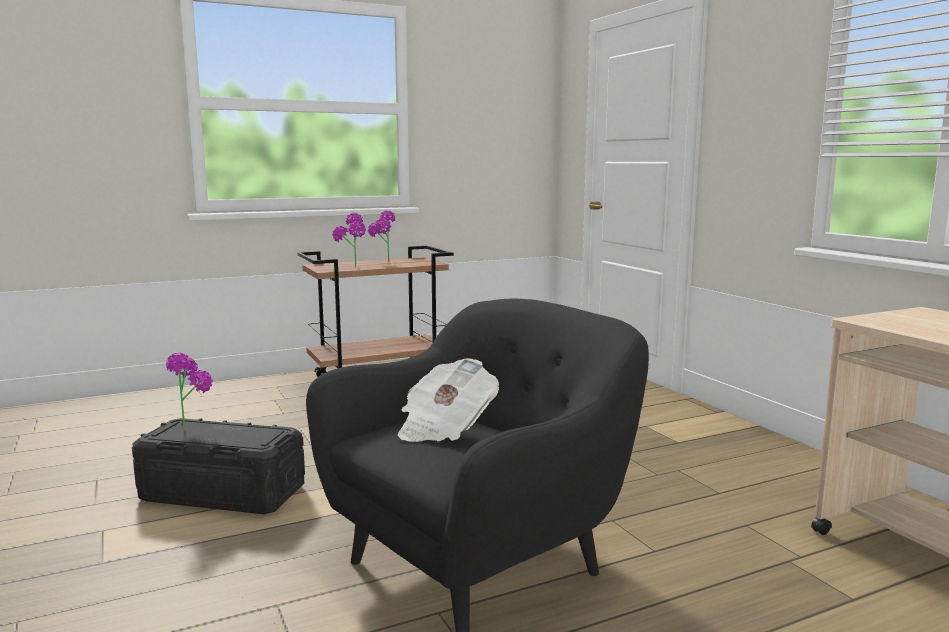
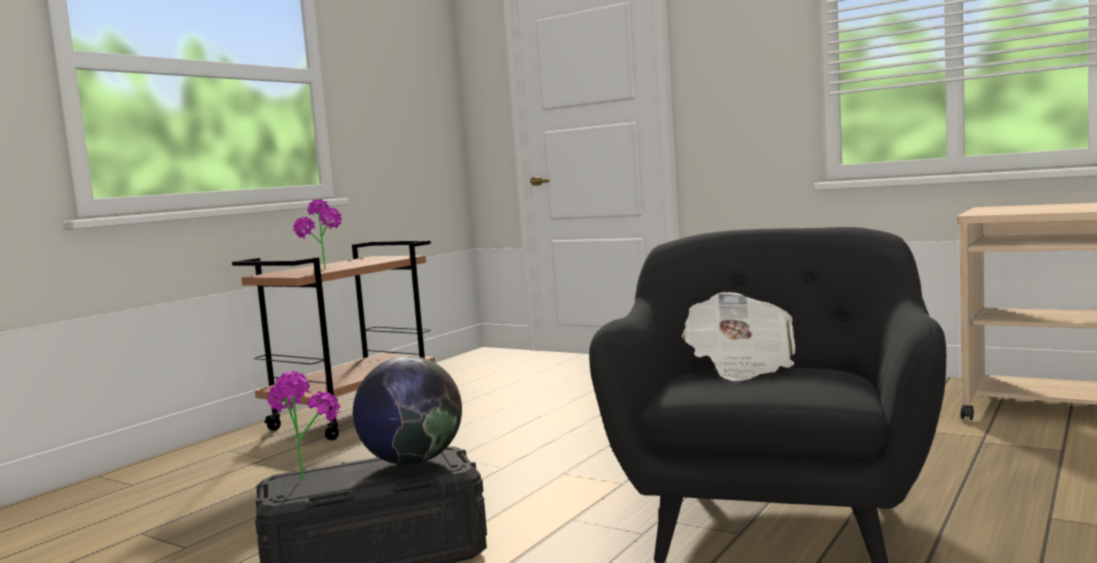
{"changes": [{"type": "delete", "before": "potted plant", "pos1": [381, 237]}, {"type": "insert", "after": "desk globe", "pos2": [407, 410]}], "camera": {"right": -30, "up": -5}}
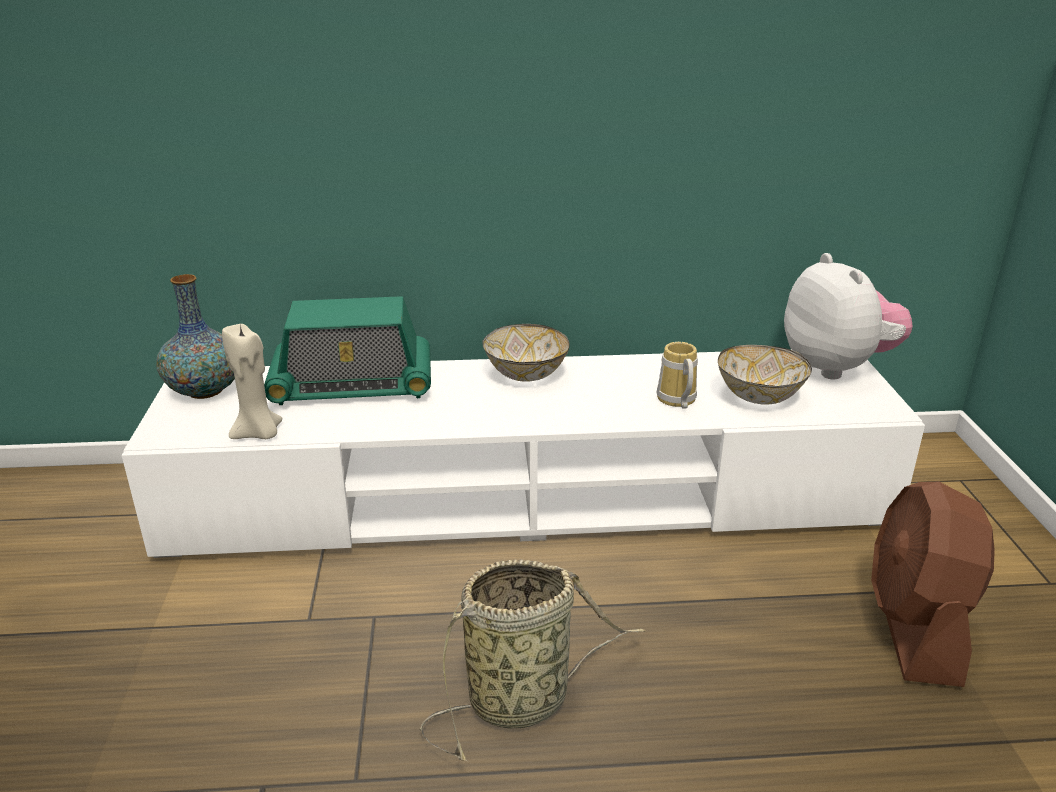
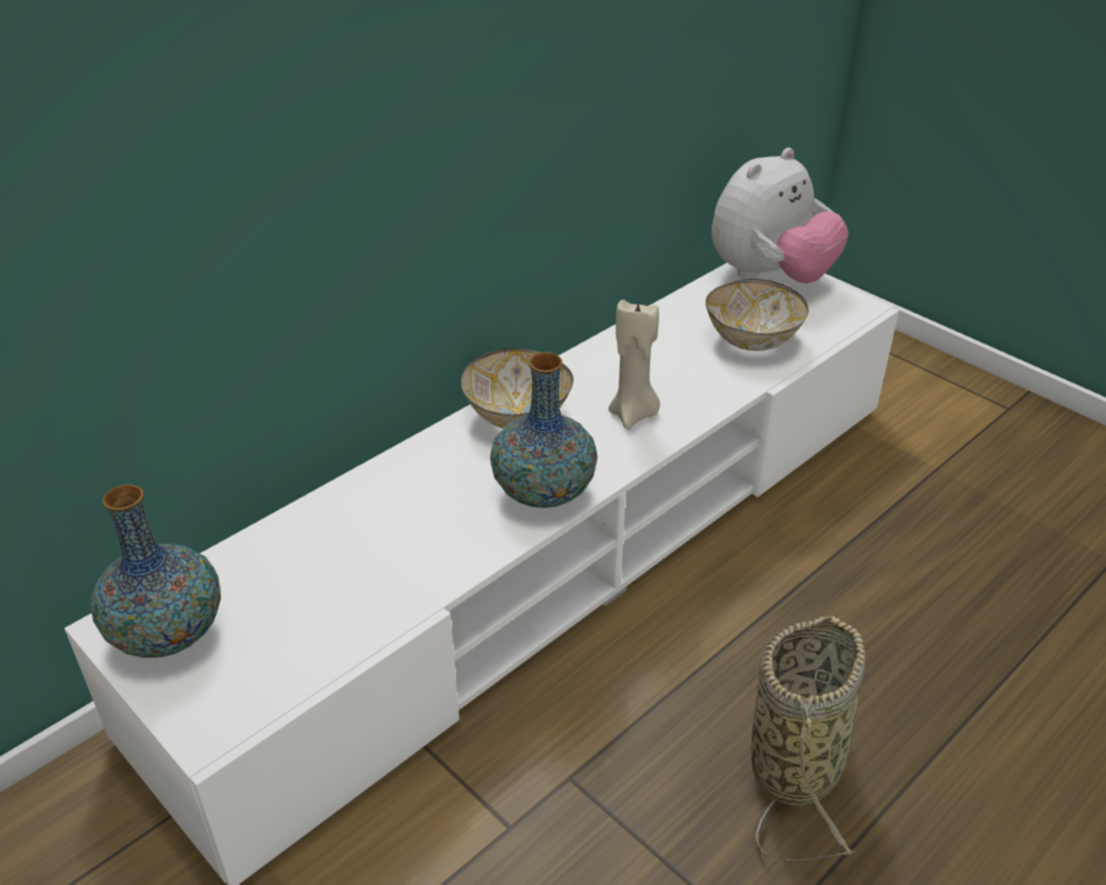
{"changes": [{"type": "move", "before": "wax light in beige", "pos1": [252, 381], "pos2": [634, 364]}, {"type": "delete", "before": "radio", "pos1": [347, 350]}, {"type": "delete", "before": "tea mug", "pos1": [677, 375]}, {"type": "rotate", "before": "soft toy", "pos1": [848, 316], "pos2": [780, 215], "turn": 105}, {"type": "delete", "before": "electric fan in brown-coloured", "pos1": [933, 584]}, {"type": "insert", "after": "vase", "pos2": [544, 430]}], "camera": {"right": -40, "up": 10}}
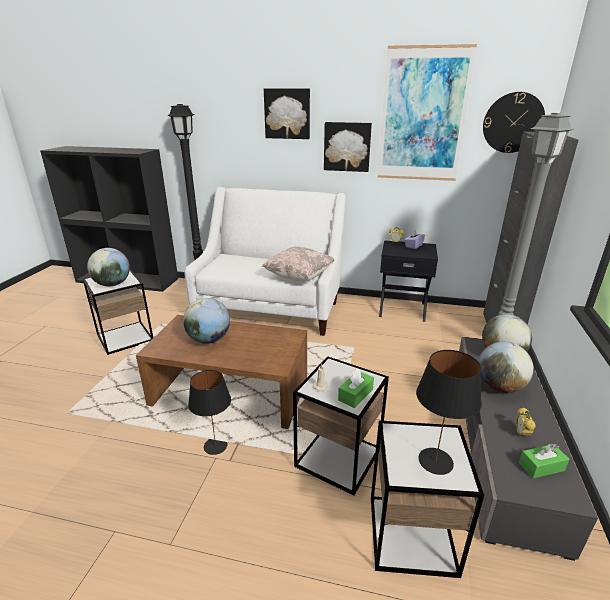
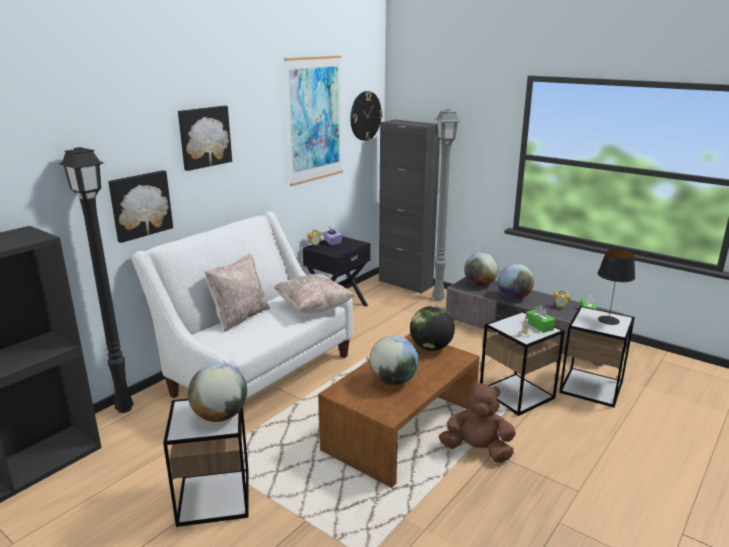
{"changes": [{"type": "replace", "before": "lamp for a table in blackish", "after": "soft toy in brown-coloured", "pos1": [209, 412], "pos2": [477, 421]}, {"type": "move", "before": "picture", "pos1": [348, 147], "pos2": [140, 206]}, {"type": "insert", "after": "pillow in beige", "pos2": [237, 292]}, {"type": "insert", "after": "desk globe", "pos2": [432, 328]}], "camera": {"right": -65, "up": -5}}
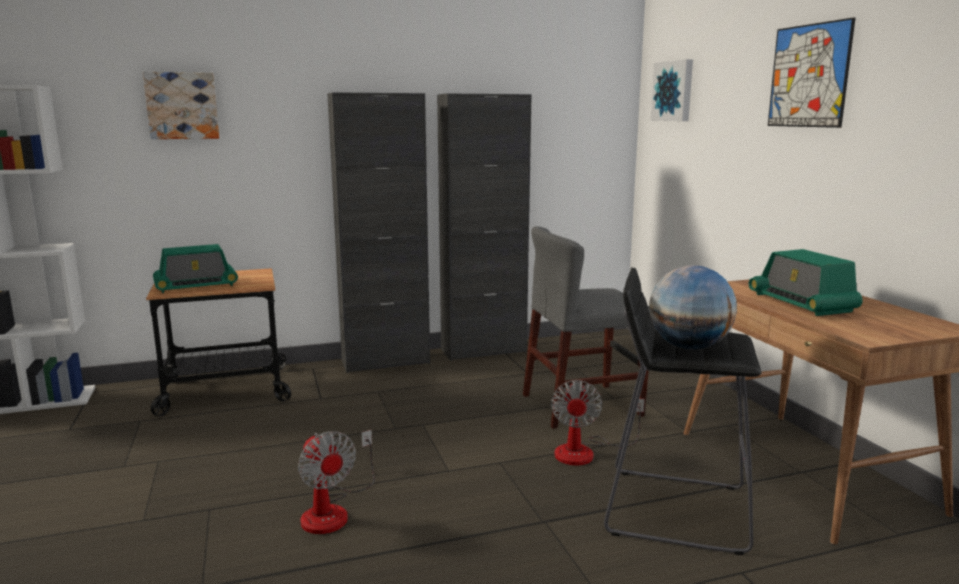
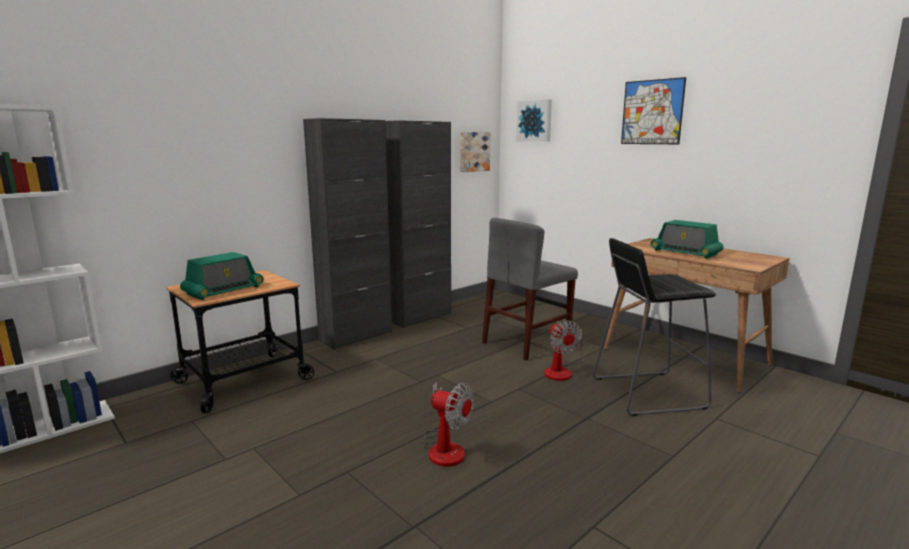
{"changes": [{"type": "move", "before": "picture", "pos1": [181, 105], "pos2": [475, 152]}, {"type": "delete", "before": "desk globe", "pos1": [693, 307]}], "camera": {"right": -25, "up": 0}}
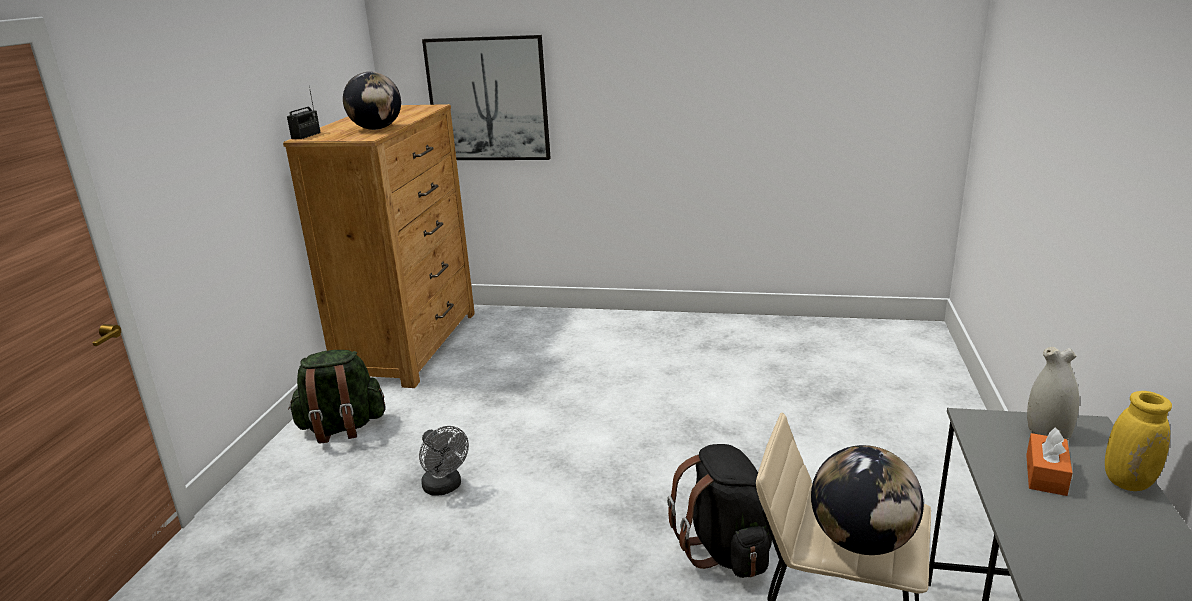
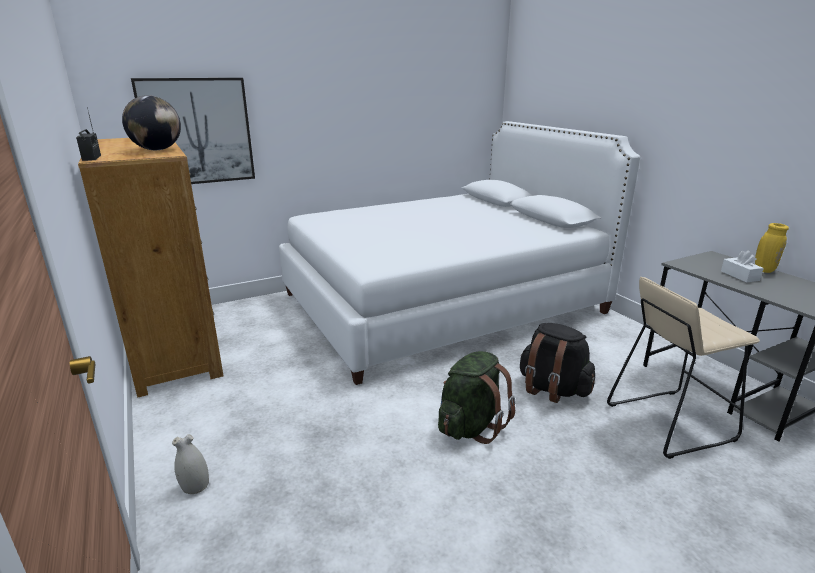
{"changes": [{"type": "move", "before": "knapsack in green-coloured", "pos1": [336, 397], "pos2": [476, 397]}, {"type": "delete", "before": "electric fan in greyish", "pos1": [444, 461]}, {"type": "delete", "before": "desk globe", "pos1": [867, 500]}, {"type": "recolor", "before": "box of tissues in orange-coloured", "after": "box of tissues in whitish", "pos1": [1049, 462], "pos2": [742, 266]}, {"type": "move", "before": "vase in whitish", "pos1": [1053, 393], "pos2": [190, 464]}, {"type": "insert", "after": "bed in whitish", "pos2": [460, 253]}], "camera": {"right": -40, "up": 0}}
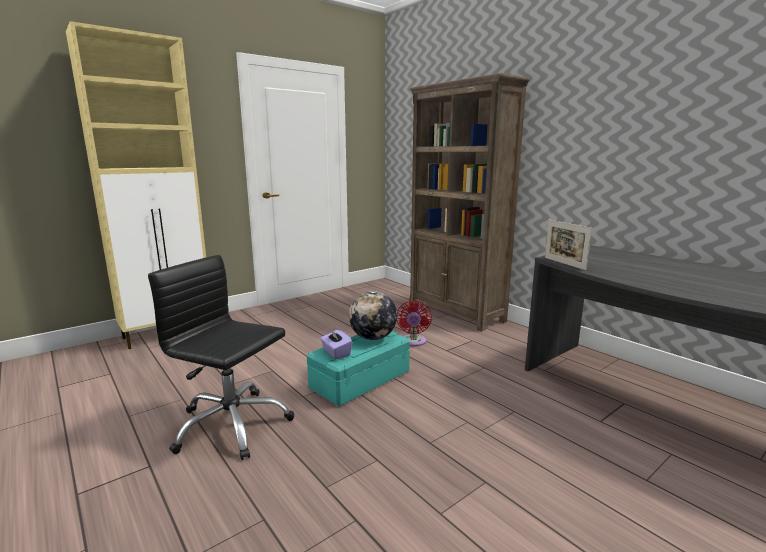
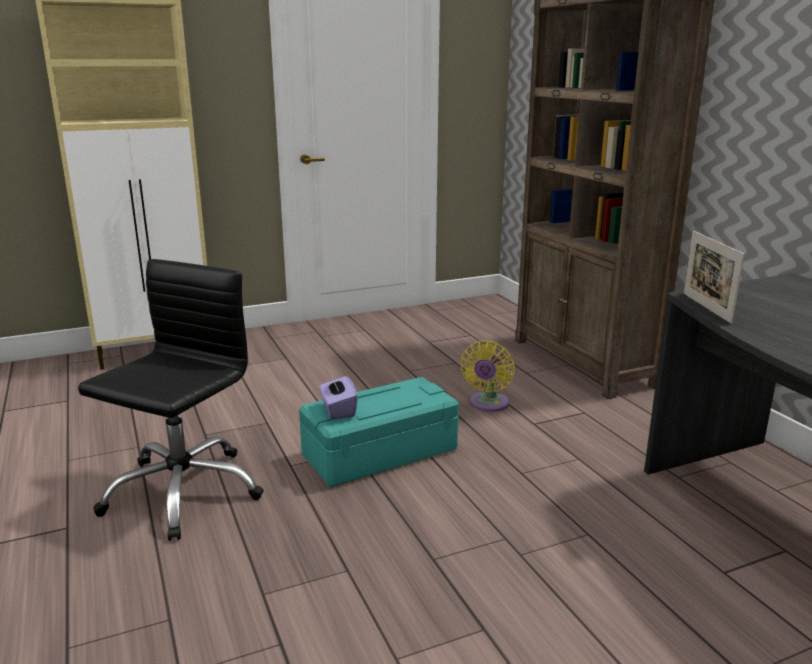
{"changes": [{"type": "rotate", "before": "desk chair in blackish", "pos1": [221, 357], "pos2": [171, 400], "turn": 75}, {"type": "delete", "before": "desk globe", "pos1": [373, 315]}, {"type": "recolor", "before": "electric fan in reddish", "after": "electric fan in yellow-coloured", "pos1": [414, 323], "pos2": [487, 376]}], "camera": {"right": 15, "up": 5}}
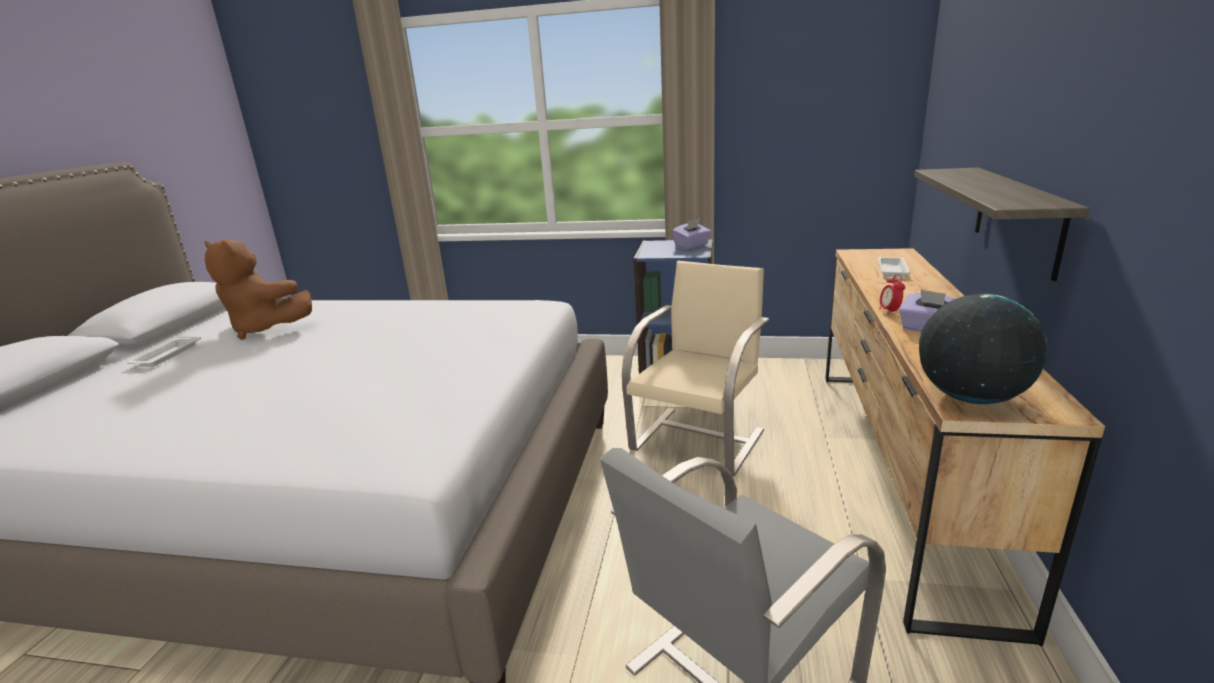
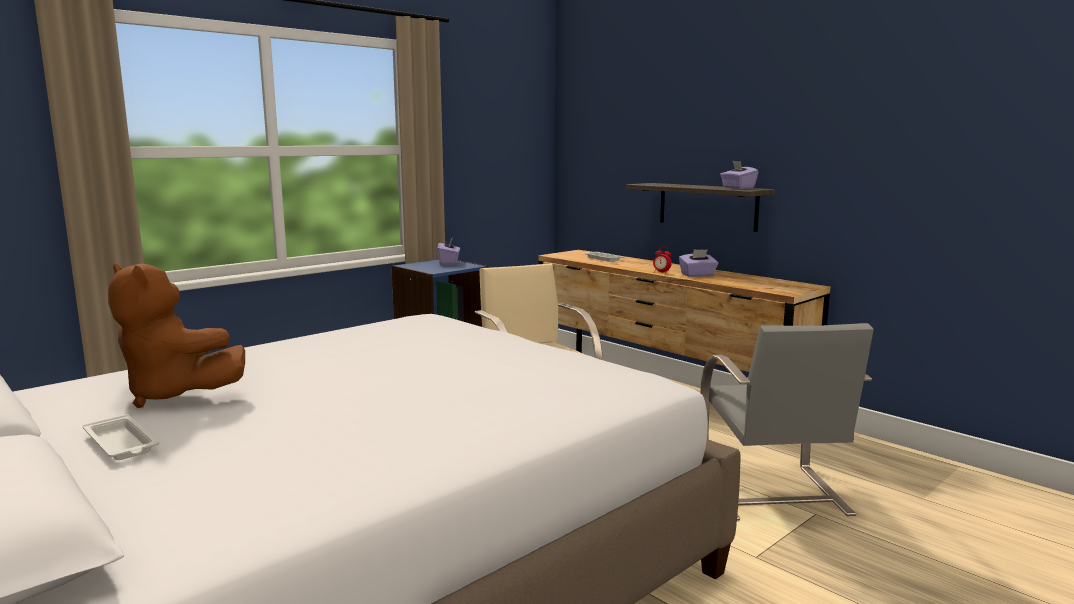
{"changes": [{"type": "rotate", "before": "soft toy in brown-coloured", "pos1": [258, 289], "pos2": [176, 336], "turn": 60}, {"type": "delete", "before": "desk globe", "pos1": [983, 349]}, {"type": "insert", "after": "box of tissues in purple-coloured", "pos2": [739, 174]}], "camera": {"right": -55, "up": -10}}
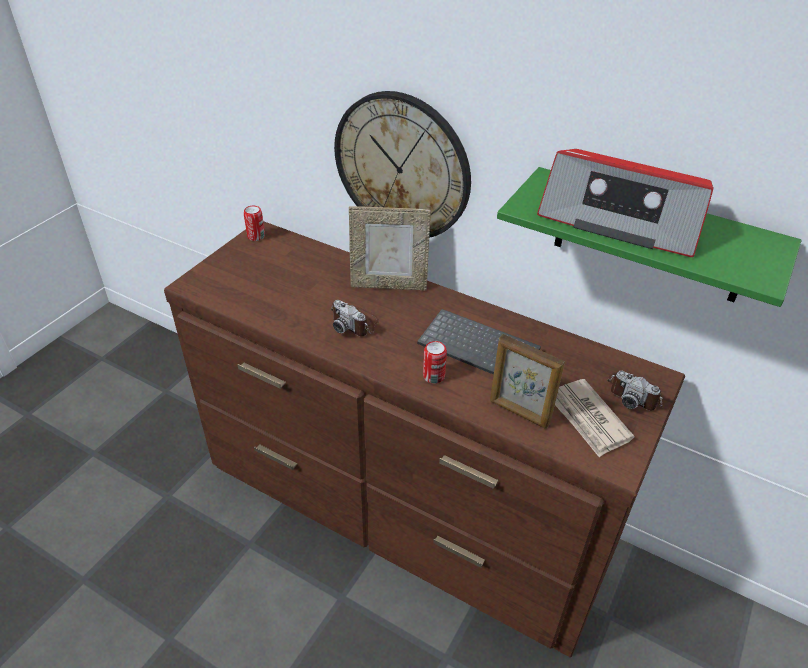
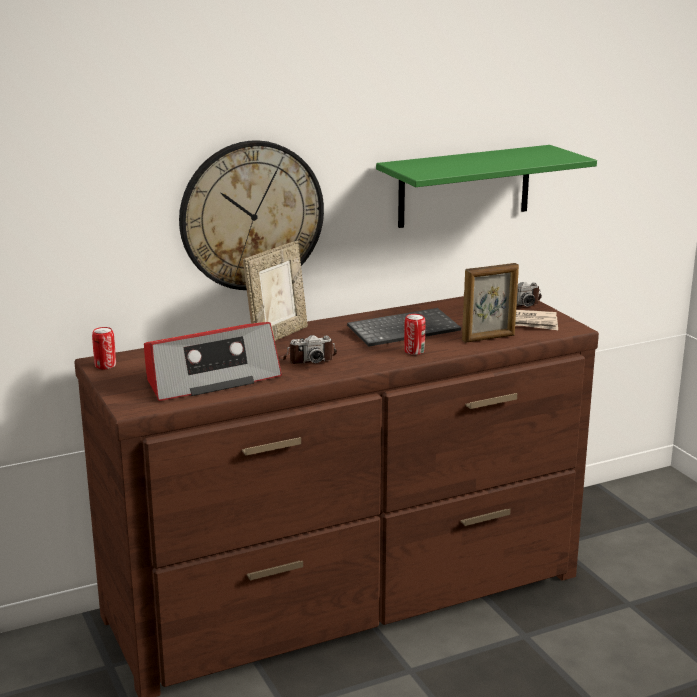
{"changes": [{"type": "move", "before": "radio", "pos1": [625, 203], "pos2": [213, 361]}], "camera": {"right": -55, "up": -20}}
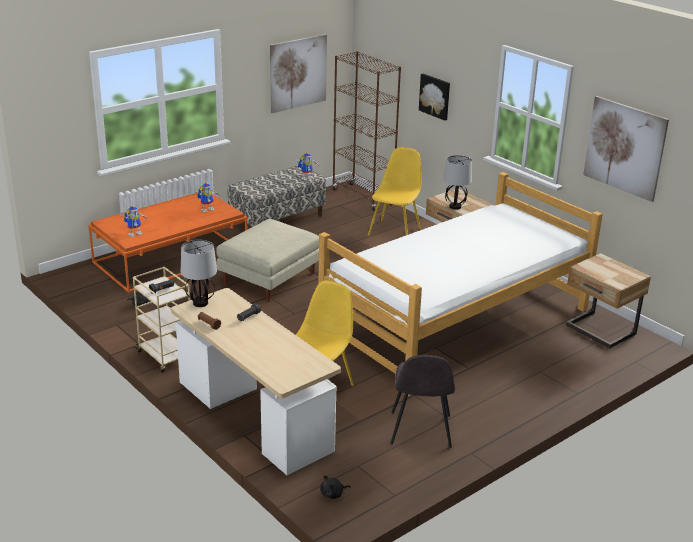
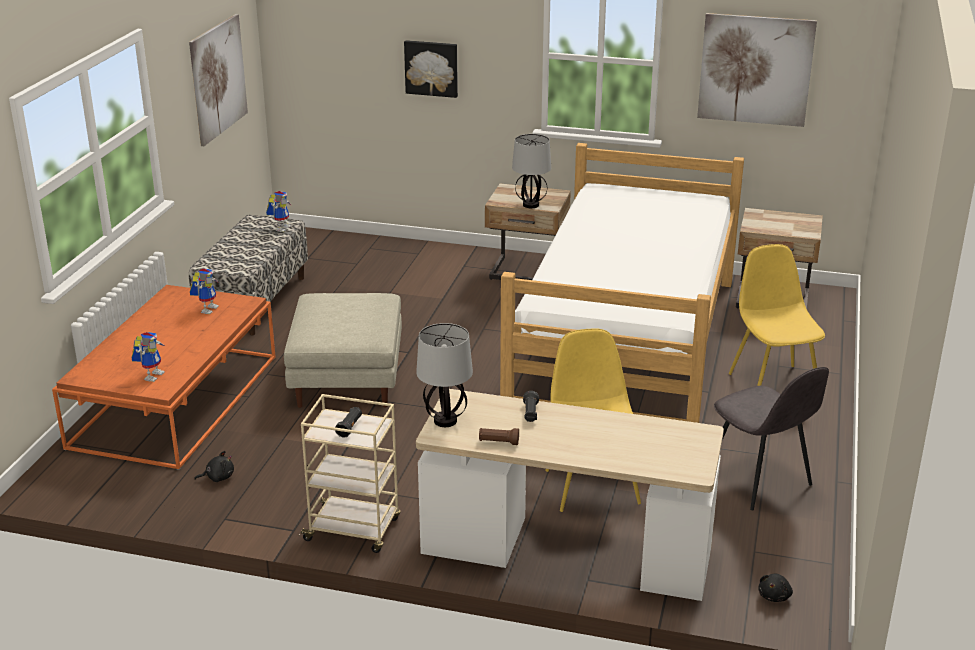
{"changes": [{"type": "delete", "before": "shelving unit in brown-coloured", "pos1": [366, 131]}, {"type": "move", "before": "chair in yellow-coloured", "pos1": [395, 191], "pos2": [777, 315]}], "camera": {"right": -35, "up": 0}}
